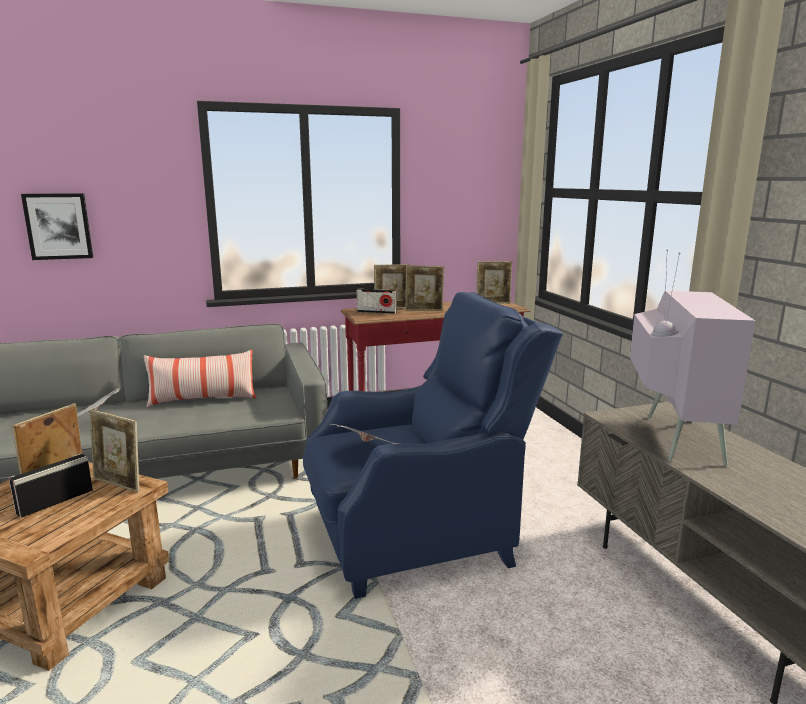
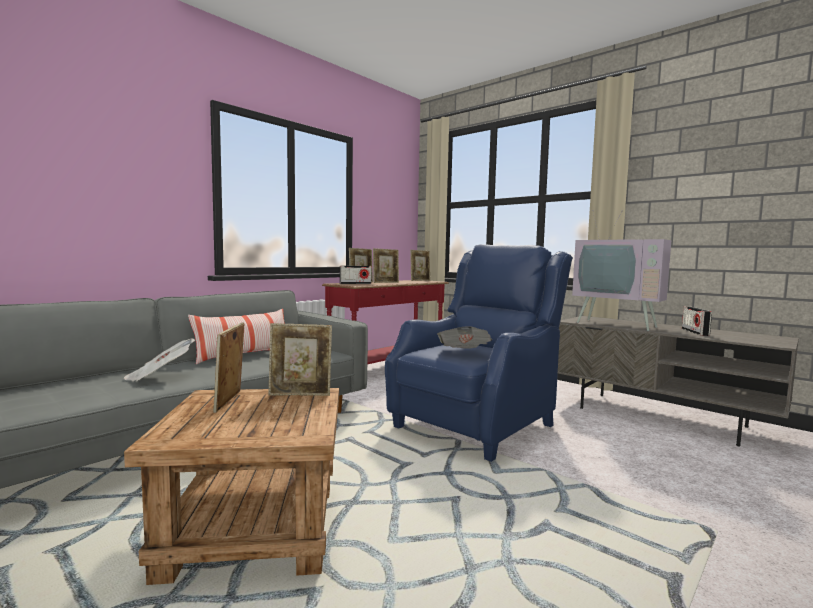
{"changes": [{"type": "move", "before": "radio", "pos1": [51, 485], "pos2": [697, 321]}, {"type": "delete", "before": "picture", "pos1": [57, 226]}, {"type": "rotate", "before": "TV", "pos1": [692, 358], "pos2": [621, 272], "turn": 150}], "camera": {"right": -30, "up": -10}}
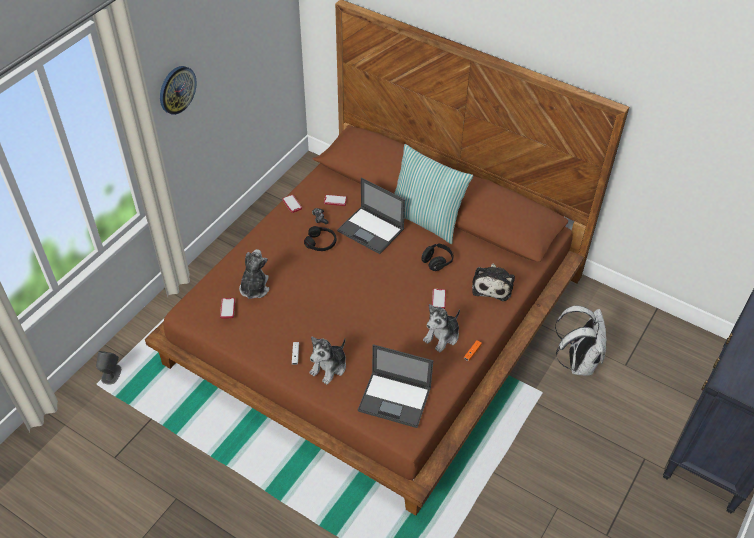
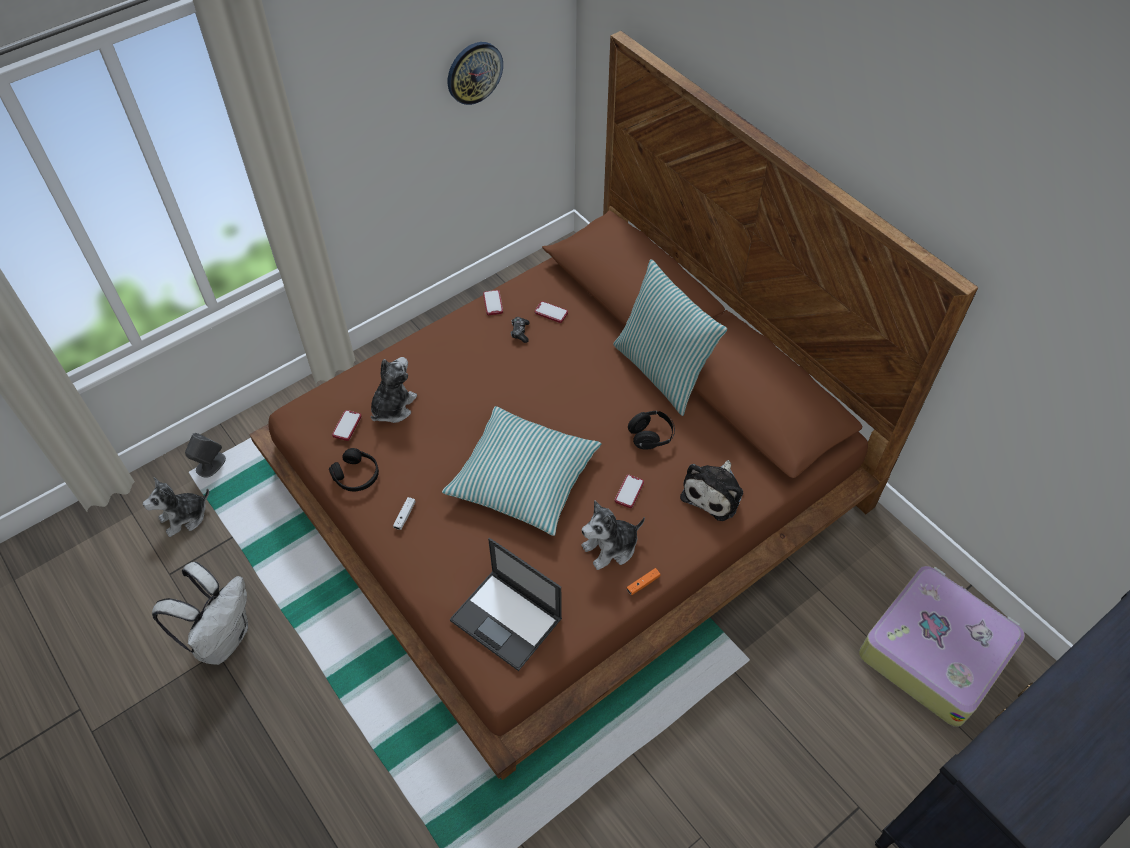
{"changes": [{"type": "move", "before": "clock on the wall", "pos1": [178, 90], "pos2": [475, 73]}, {"type": "move", "before": "headphones in blackish", "pos1": [320, 238], "pos2": [354, 469]}, {"type": "move", "before": "soft toy", "pos1": [327, 360], "pos2": [176, 507]}, {"type": "delete", "before": "portable computer", "pos1": [371, 216]}, {"type": "move", "before": "knapsack in whitish", "pos1": [581, 340], "pos2": [200, 613]}, {"type": "insert", "after": "pillow", "pos2": [521, 471]}, {"type": "insert", "after": "piece of luggage", "pos2": [942, 646]}], "camera": {"right": 20, "up": 5}}
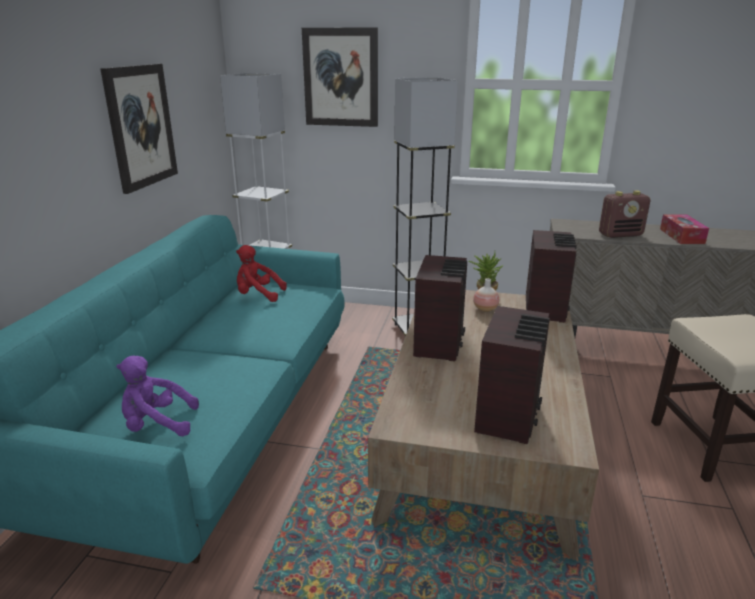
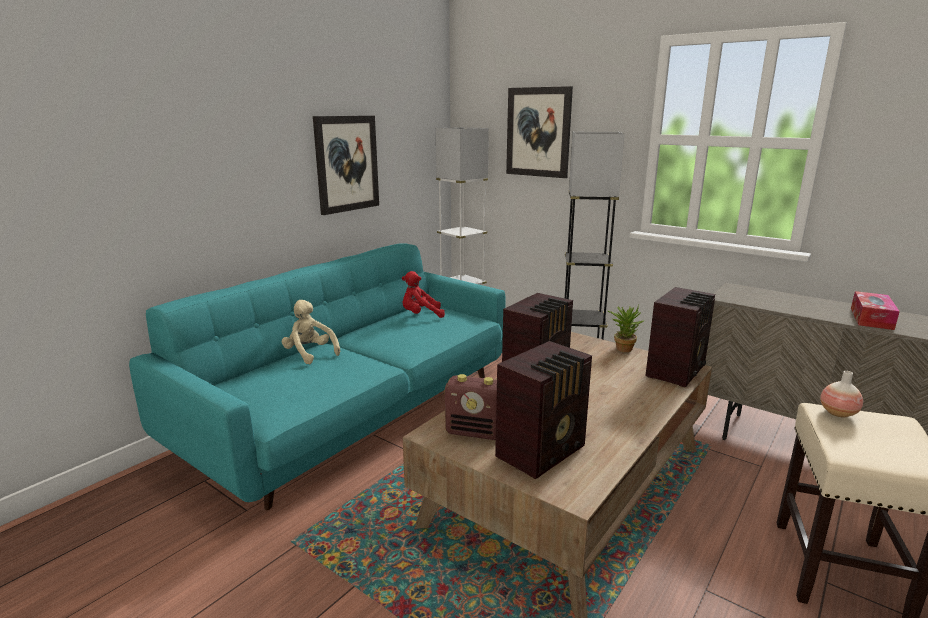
{"changes": [{"type": "delete", "before": "soft toy in purple-coloured", "pos1": [158, 396]}, {"type": "rotate", "before": "soft toy in reddish", "pos1": [261, 273], "pos2": [423, 294], "turn": -45}, {"type": "move", "before": "vase", "pos1": [486, 295], "pos2": [841, 394]}, {"type": "move", "before": "radio", "pos1": [624, 214], "pos2": [471, 407]}, {"type": "insert", "after": "soft toy in beige", "pos2": [311, 332]}], "camera": {"right": 25, "up": -5}}
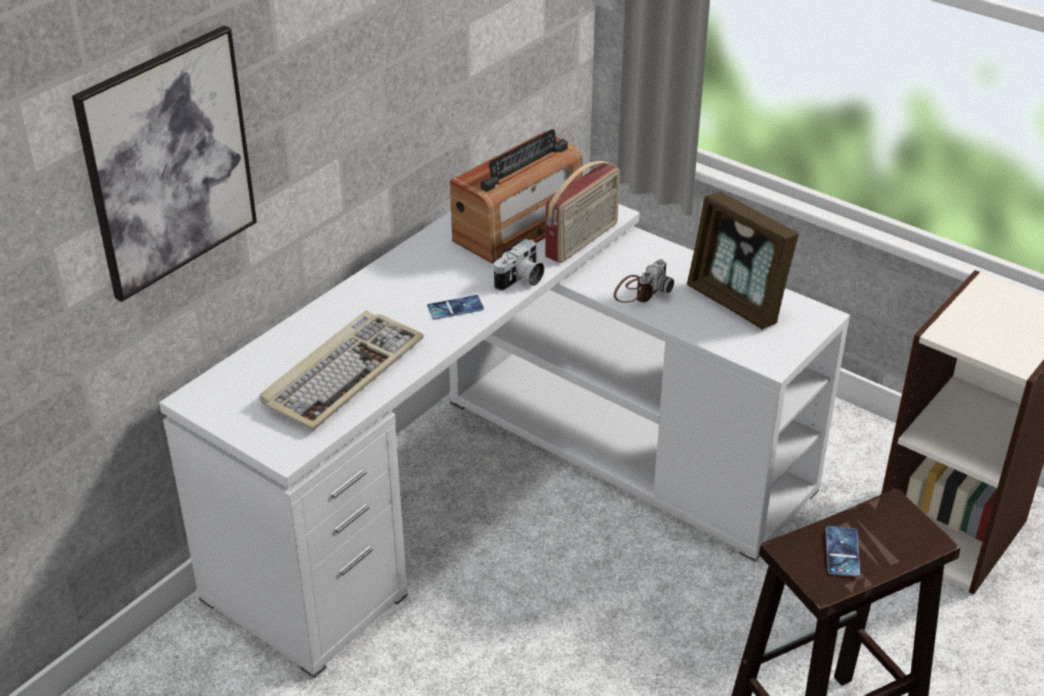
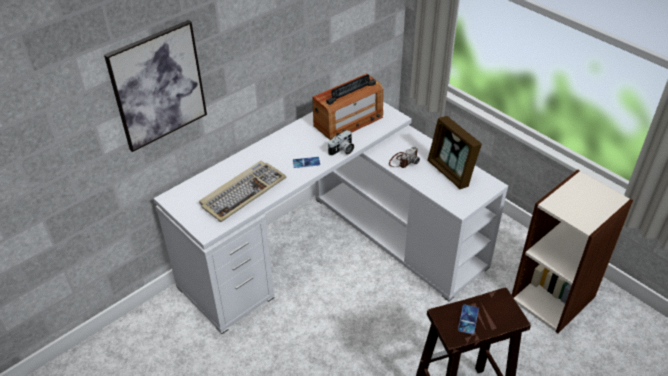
{"changes": [{"type": "delete", "before": "radio", "pos1": [582, 212]}], "camera": {"right": 10, "up": 5}}
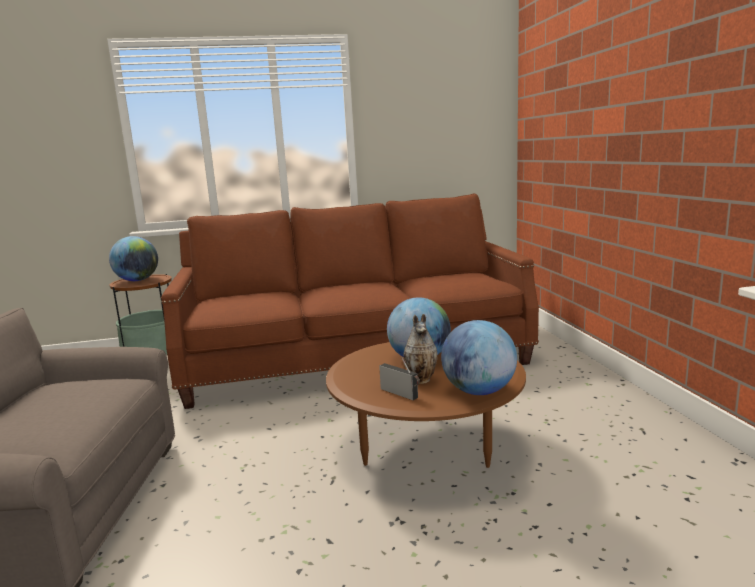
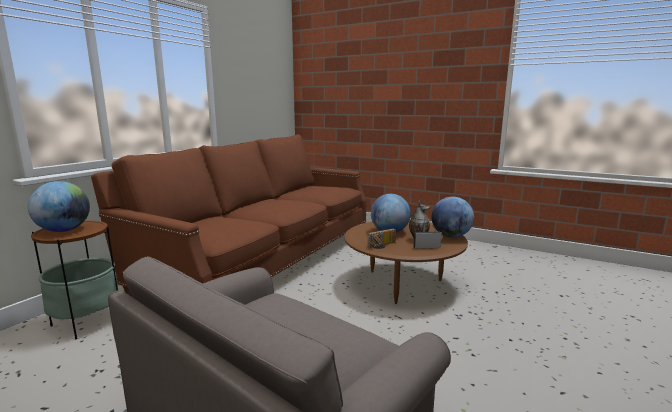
{"changes": [{"type": "insert", "after": "radio", "pos2": [381, 238]}], "camera": {"right": -50, "up": 0}}
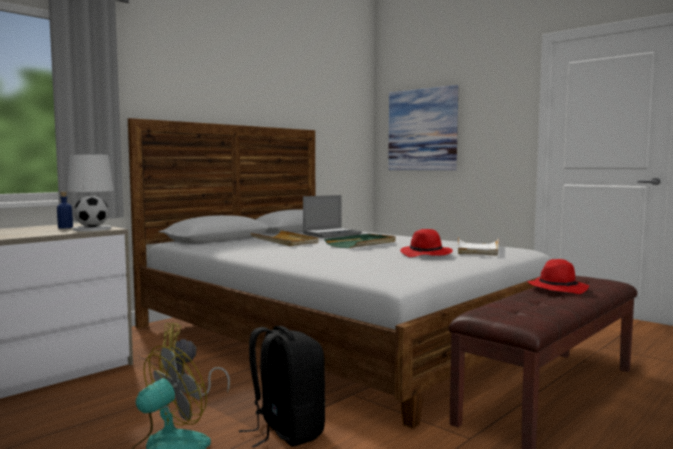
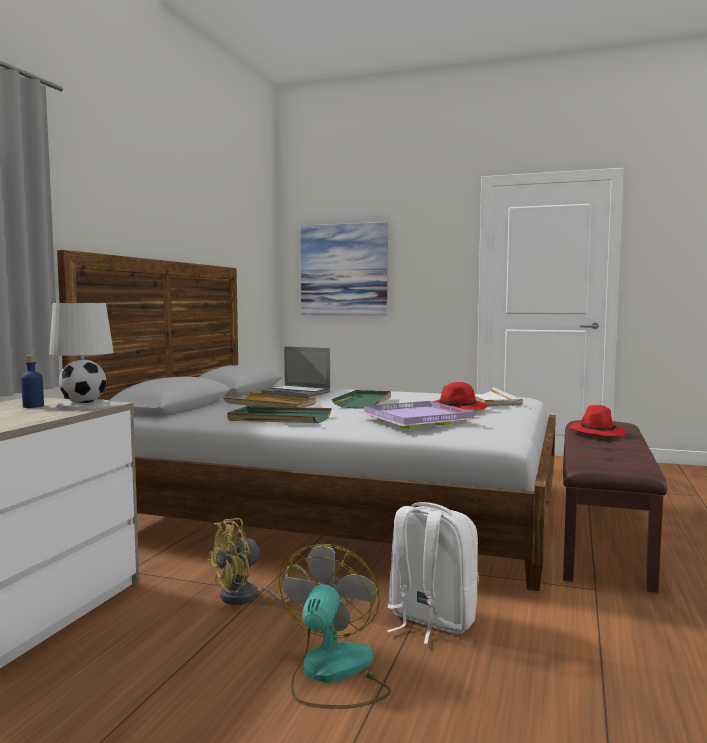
{"changes": [{"type": "recolor", "before": "knapsack in blackish", "after": "knapsack in whitish", "pos1": [282, 387], "pos2": [433, 573]}, {"type": "rotate", "before": "portable computer", "pos1": [332, 216], "pos2": [296, 371], "turn": 90}, {"type": "insert", "after": "serving tray in green-coloured", "pos2": [279, 414]}, {"type": "insert", "after": "serving tray in purple-coloured", "pos2": [419, 415]}], "camera": {"right": -25, "up": 0}}
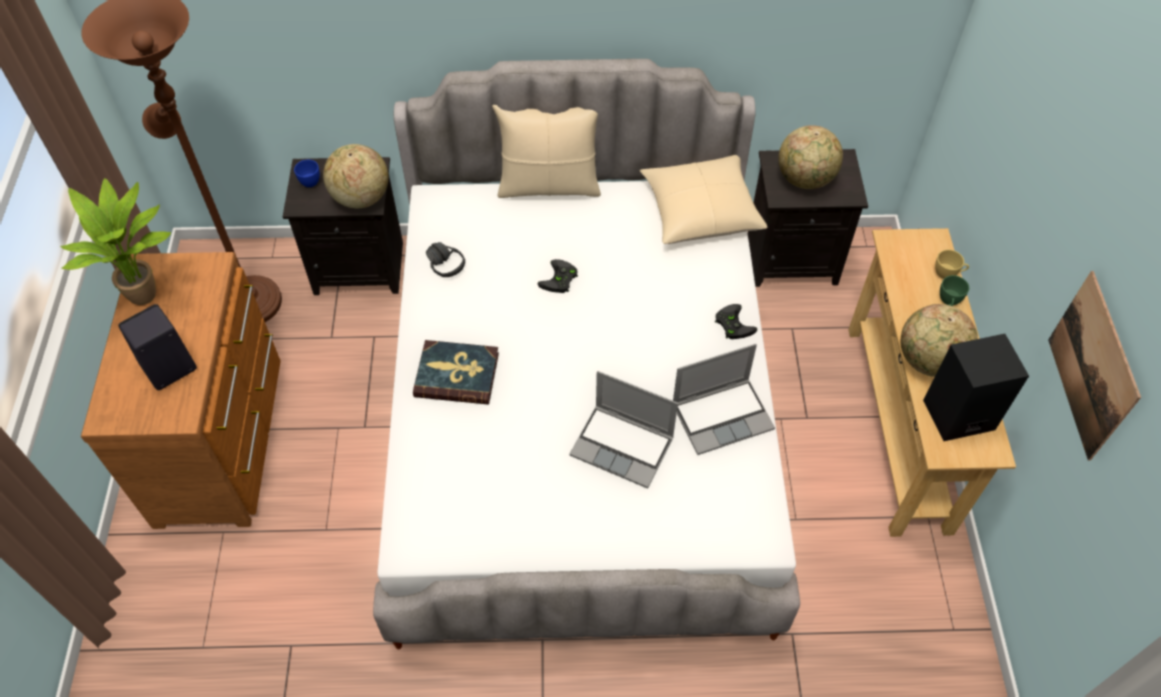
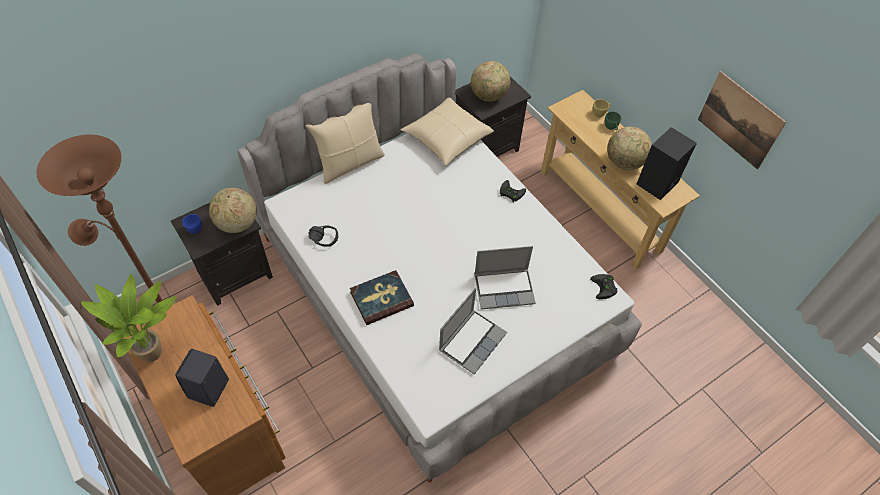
{"changes": [{"type": "move", "before": "game controller in blackish", "pos1": [558, 276], "pos2": [603, 286]}, {"type": "move", "before": "portable computer", "pos1": [724, 399], "pos2": [473, 331]}], "camera": {"right": -35, "up": 0}}
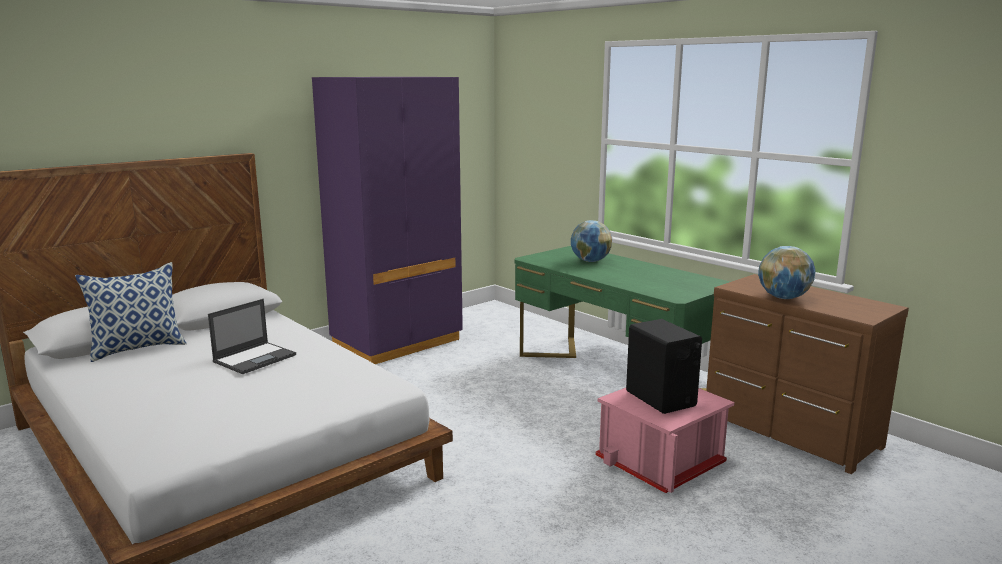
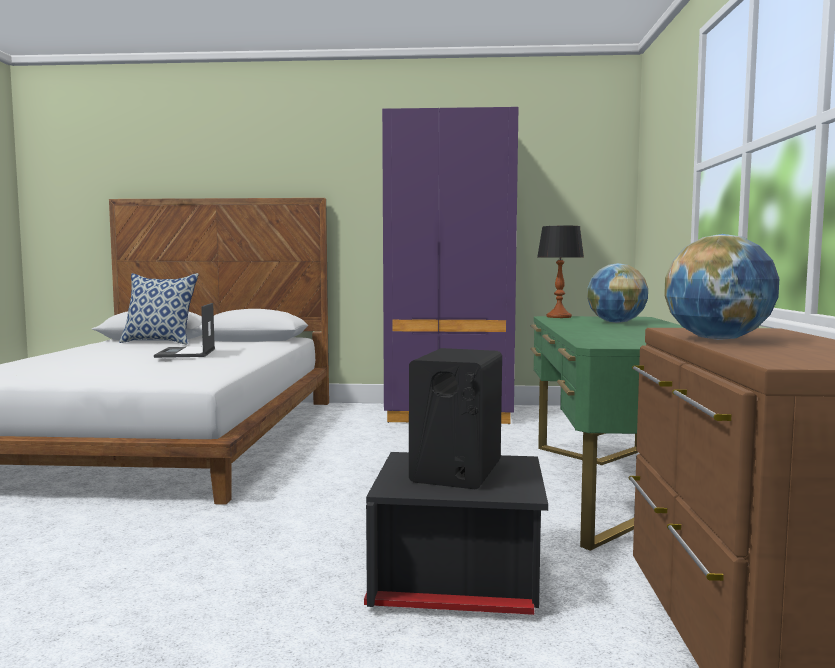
{"changes": [{"type": "rotate", "before": "portable computer", "pos1": [252, 336], "pos2": [184, 330], "turn": 90}, {"type": "recolor", "before": "storage container in pink", "after": "storage container in blackish", "pos1": [665, 440], "pos2": [456, 533]}, {"type": "insert", "after": "lamp for a table", "pos2": [560, 272]}], "camera": {"right": 45, "up": -10}}
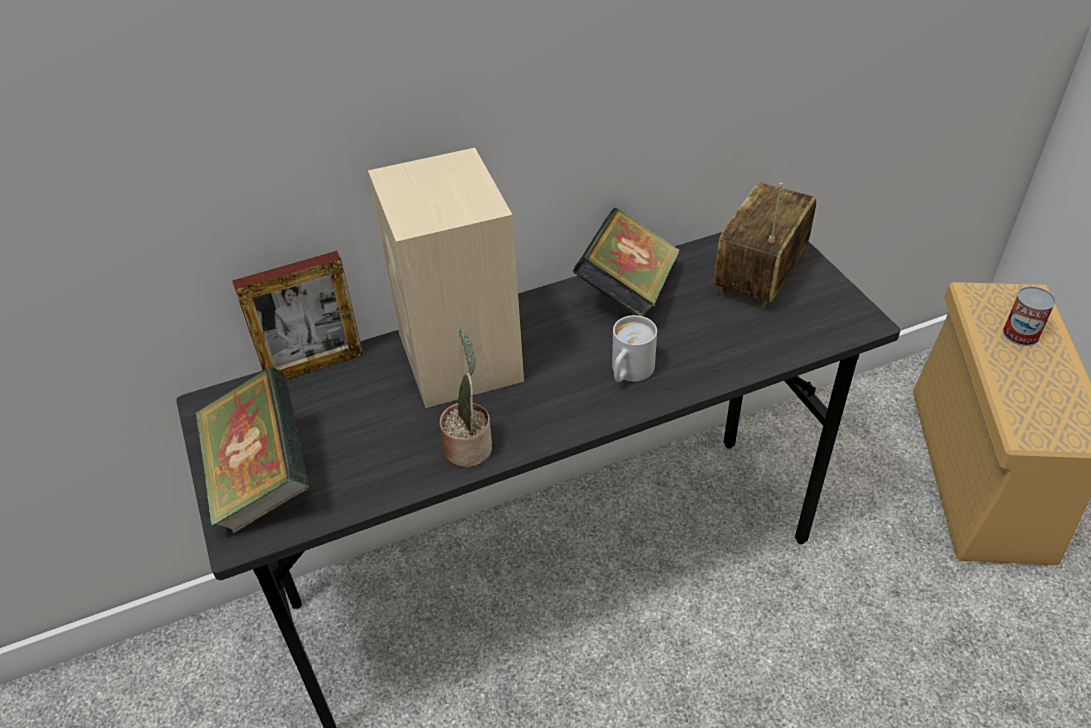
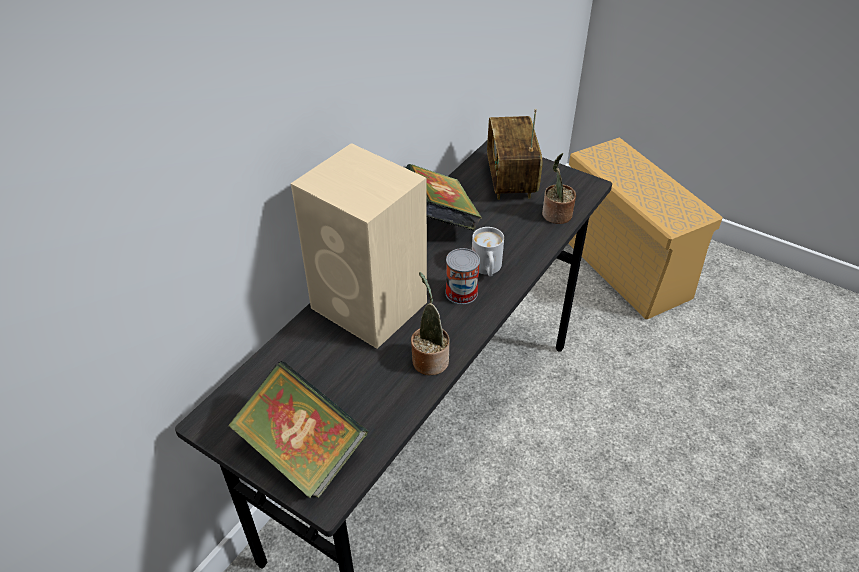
{"changes": [{"type": "delete", "before": "picture frame", "pos1": [297, 315]}, {"type": "move", "before": "metal can", "pos1": [1029, 316], "pos2": [462, 276]}, {"type": "insert", "after": "potted plant", "pos2": [559, 188]}], "camera": {"right": -35, "up": 0}}
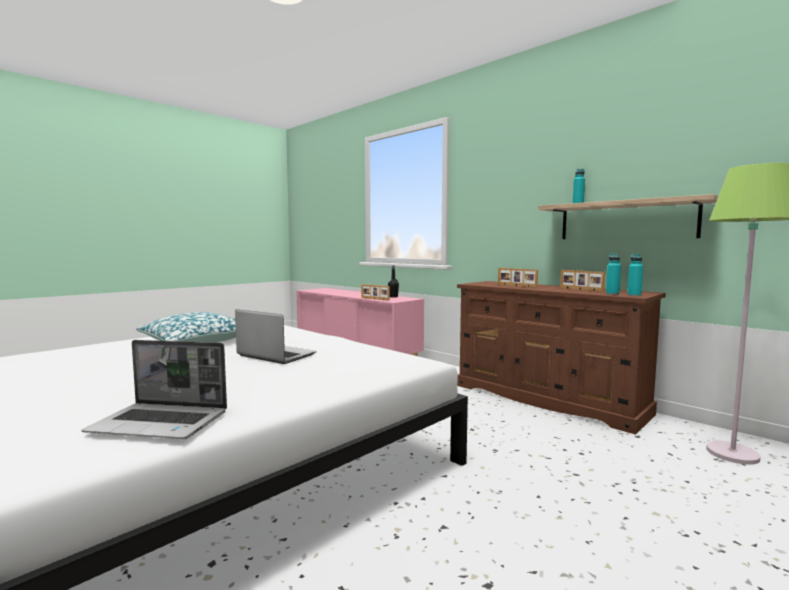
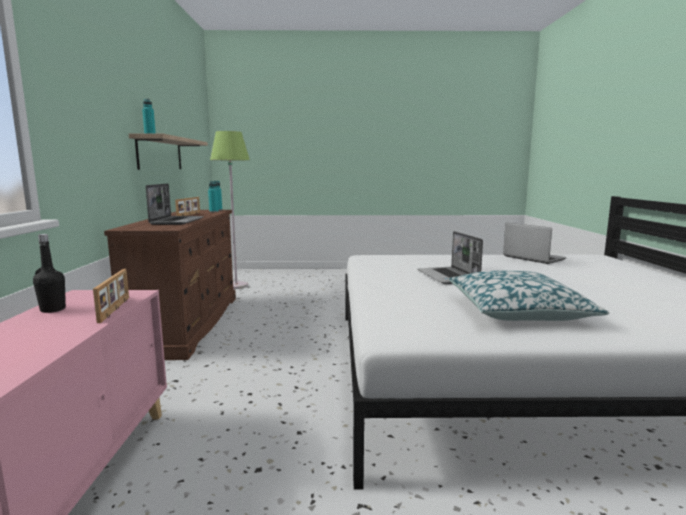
{"changes": [{"type": "replace", "before": "picture frame", "after": "portable computer", "pos1": [518, 278], "pos2": [175, 204]}], "camera": {"right": -135, "up": 5}}
